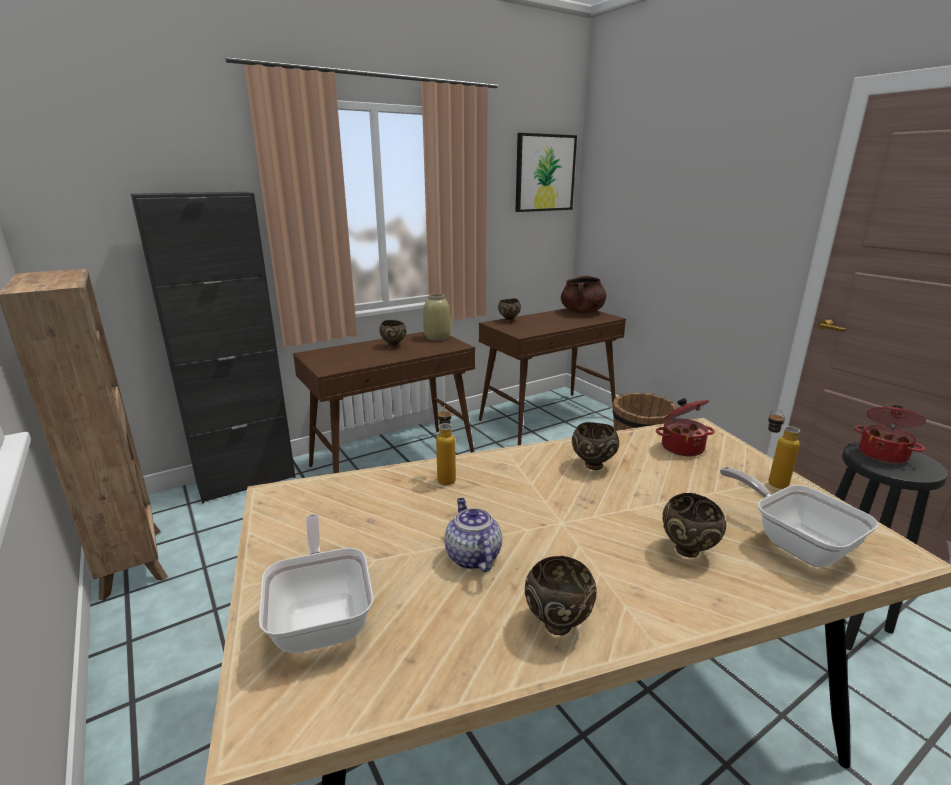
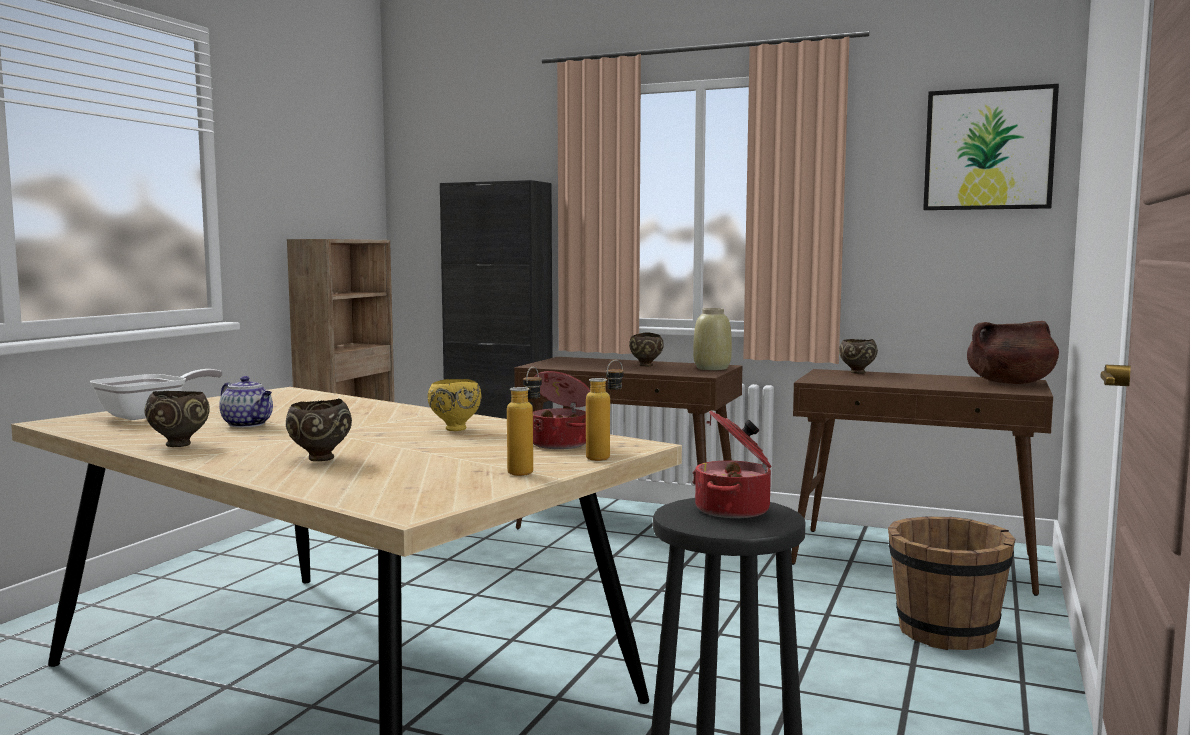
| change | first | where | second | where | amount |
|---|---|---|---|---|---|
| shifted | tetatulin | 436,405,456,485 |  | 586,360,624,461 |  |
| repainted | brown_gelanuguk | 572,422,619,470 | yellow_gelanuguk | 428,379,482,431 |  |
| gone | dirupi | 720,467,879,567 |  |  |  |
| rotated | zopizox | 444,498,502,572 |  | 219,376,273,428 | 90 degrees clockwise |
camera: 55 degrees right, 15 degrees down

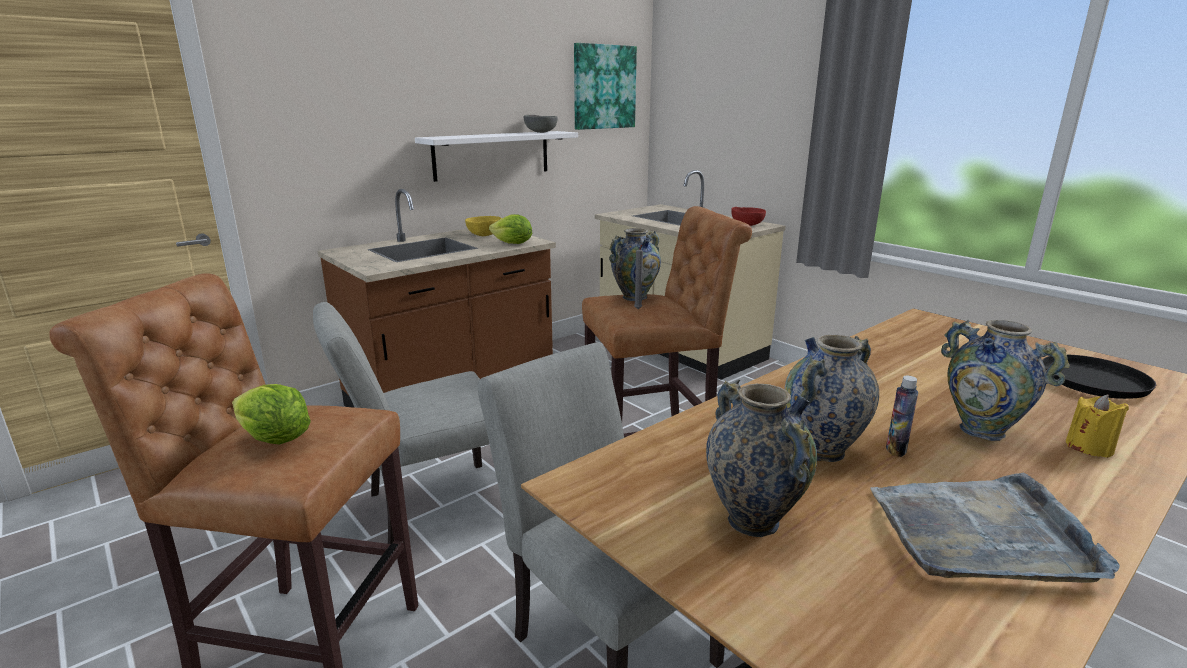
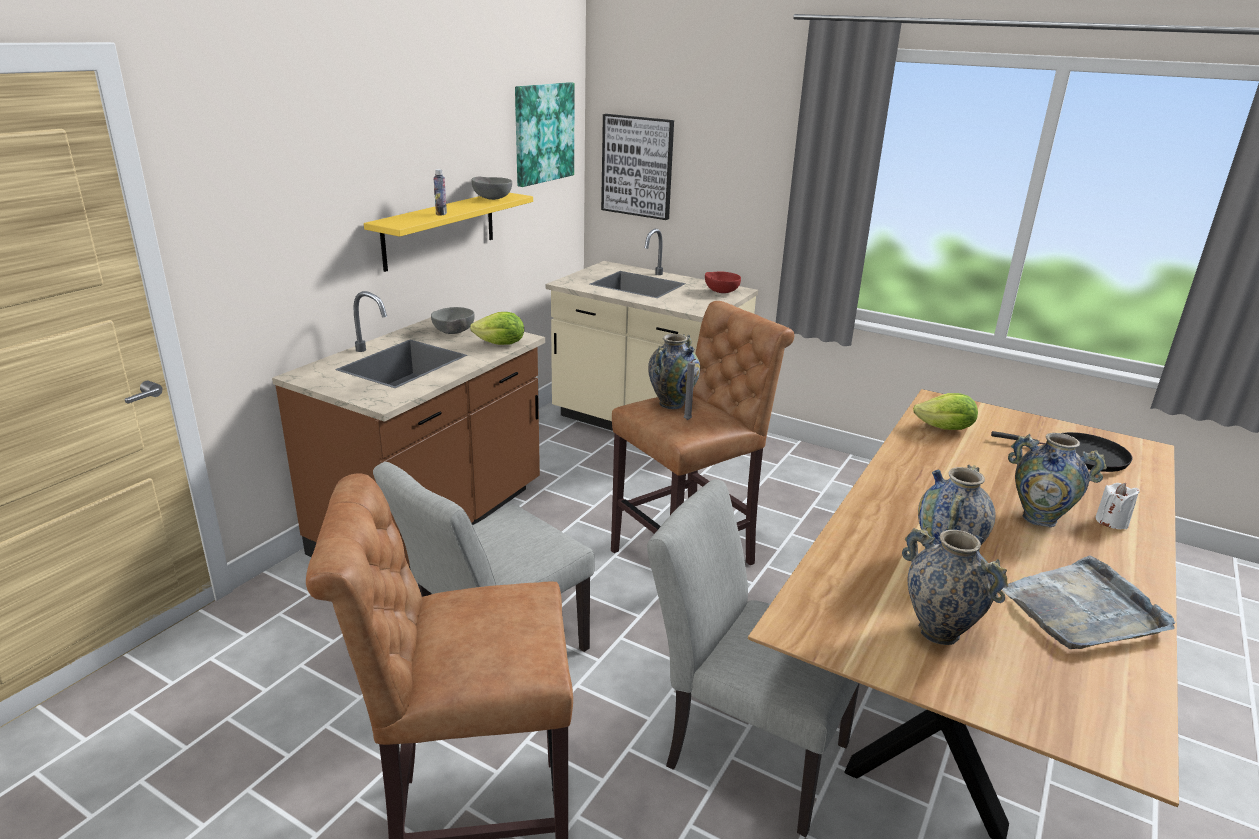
| change | first | where | second | where | amount |
|---|---|---|---|---|---|
| repainted | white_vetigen | 415,131,578,182 | yellow_vetigen | 364,193,533,272 |  |
| repainted | yellow_gelanuguk | 465,216,502,236 | grey_gelanuguk | 431,307,475,334 |  |
| shifted | tetatulin | 886,376,918,457 |  | 434,169,447,216 |  |
| shifted | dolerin | 232,384,311,444 |  | 913,393,978,430 |  |
| repainted | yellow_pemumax | 1066,394,1129,458 | white_pemumax | 1095,483,1139,529 |  |
| new |  |  | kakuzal | 601,114,674,220 |  |
camera: 20 degrees left, 5 degrees up

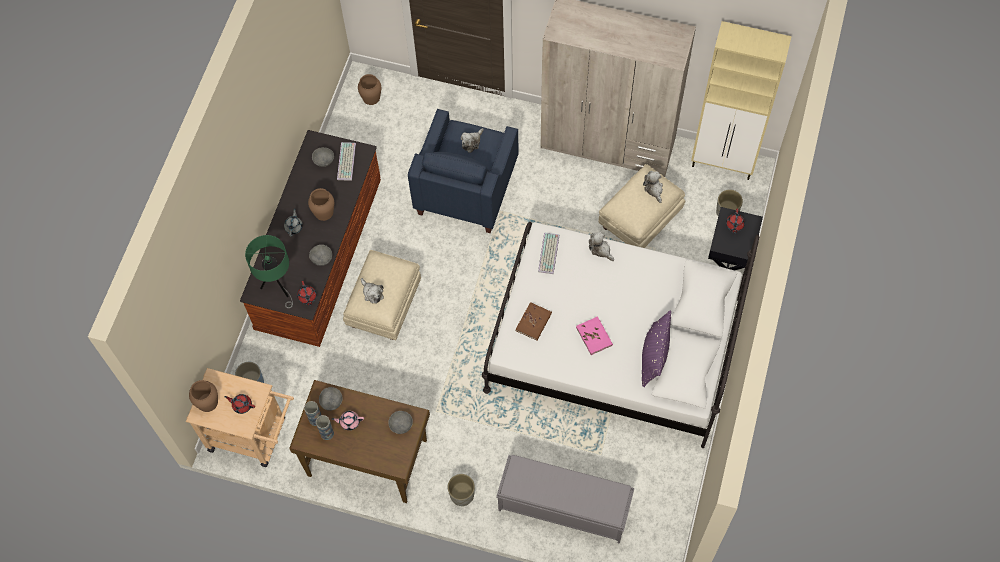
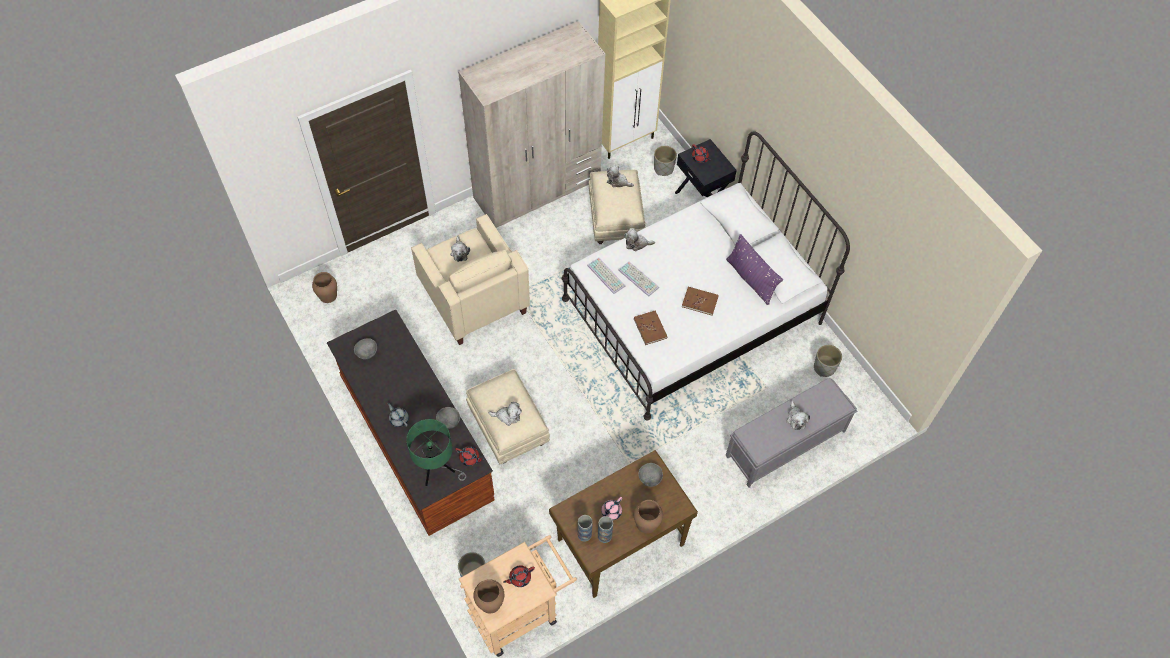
| change | first | where | second | where | amount |
|---|---|---|---|---|---|
| repainted | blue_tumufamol | 408,109,519,233 | beige_tumufamol | 411,214,530,345 |  |
| shifted | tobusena | 337,142,356,181 |  | 618,261,659,297 |  |
| shifted | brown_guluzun | 308,188,334,221 |  | 634,500,663,534 |  |
| repainted | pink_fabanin | 576,316,613,355 | brown_fabanin | 682,287,719,316 |  |
| gone | grey_gelanuguk | 319,387,343,411 |  |  |  |
| shifted | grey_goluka | 448,474,475,506 |  | 814,345,842,377 |  |
| new |  |  | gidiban | 786,400,810,430 |  |
camera: 50 degrees left, 5 degrees down

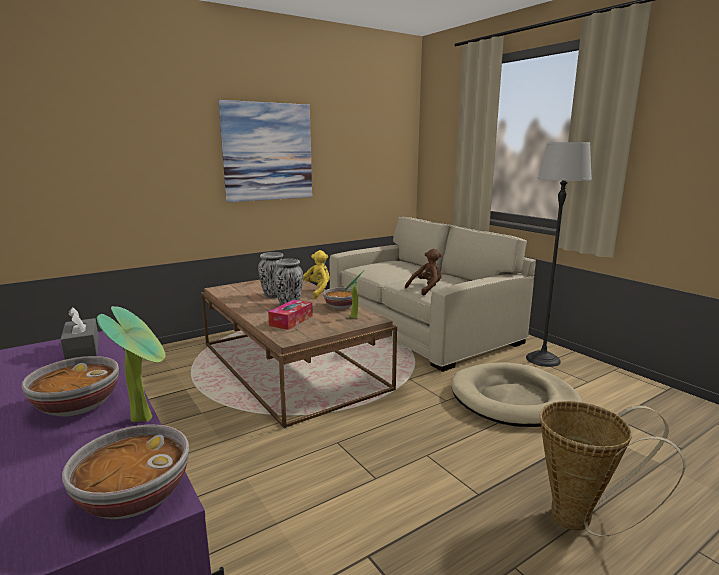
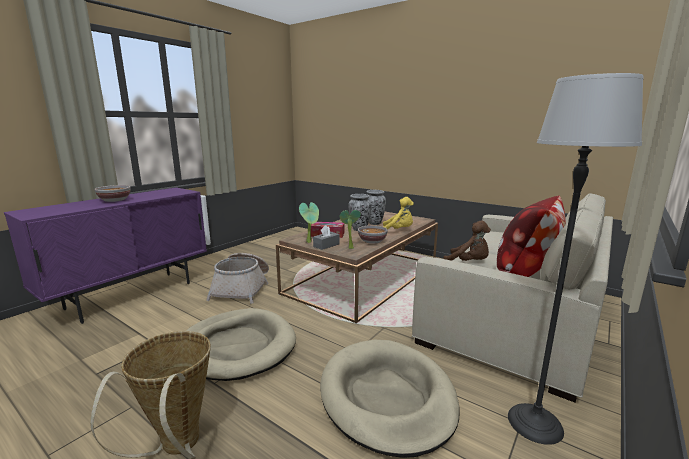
| change | first | where | second | where | amount |
|---|---|---|---|---|---|
| gone | kakuzal | 219,100,312,202 |  |  |  |
| shifted | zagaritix | 97,306,166,422 |  | 299,202,319,243 |  |
| shifted | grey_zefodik | 60,307,99,360 |  | 313,225,340,250 |  |
| gone | gelanuguk | 62,425,189,519 |  |  |  |
| new |  |  | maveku | 497,196,566,277 |  |
| new |  |  | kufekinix | 206,253,269,304 |  |
| new |  |  | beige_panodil | 186,308,296,381 |  |
camera: 70 degrees right, 0 degrees up

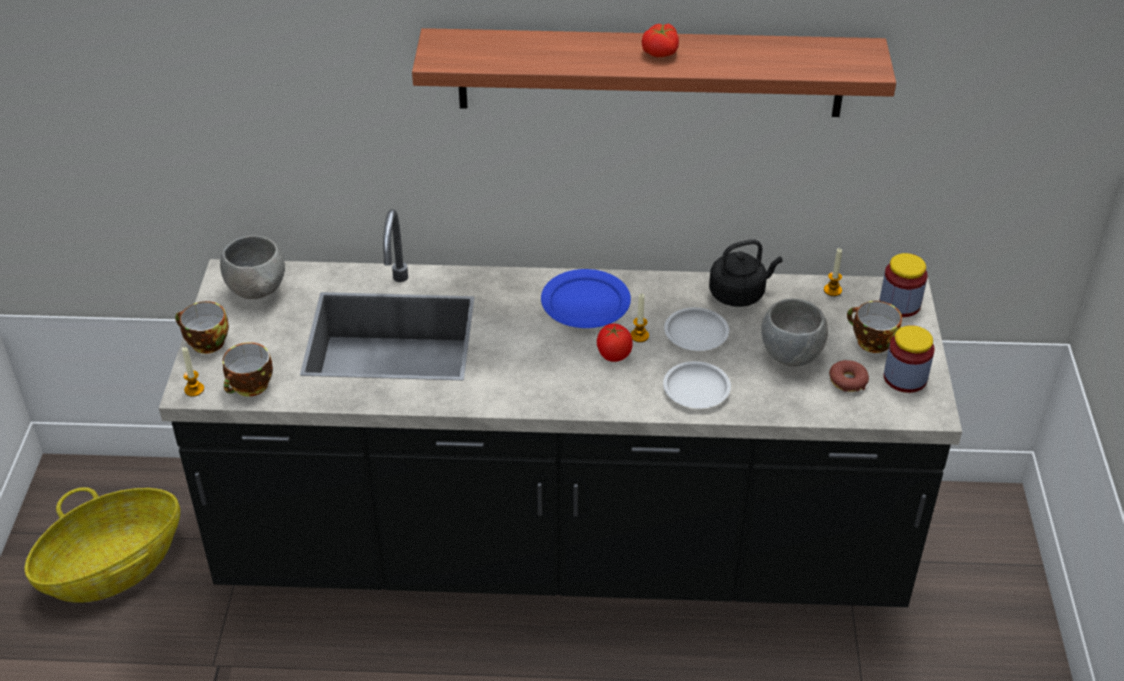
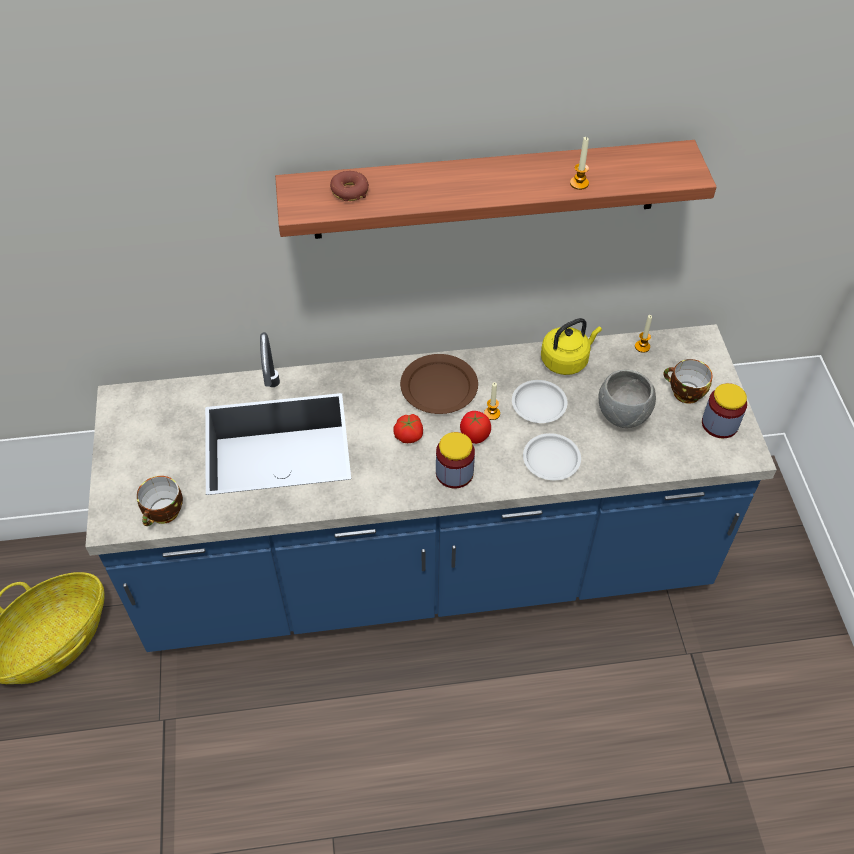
| change | first | where | second | where | amount |
|---|---|---|---|---|---|
| shifted | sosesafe | 642,24,679,57 |  | 393,414,423,443 |  |
| repainted | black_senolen | 159,209,962,607 | blue_senolen | 85,324,777,652 |  |
| gone | grey_gelanuguk | 220,235,285,299 |  |  |  |
| repainted | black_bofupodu | 709,239,782,307 | yellow_bofupodu | 541,318,602,375 |  |
| shifted | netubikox | 880,253,928,317 |  | 436,432,475,488 |  |
| repainted | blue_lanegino | 541,269,631,328 | brown_lanegino | 400,354,478,414 |  |
| gone | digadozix | 175,301,229,354 |  |  |  |
| shifted | pemumax | 182,347,204,397 |  | 570,137,589,190 |  |
| shifted | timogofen | 829,360,869,392 |  | 330,171,369,201 |  |
camera: 10 degrees left, 10 degrees up

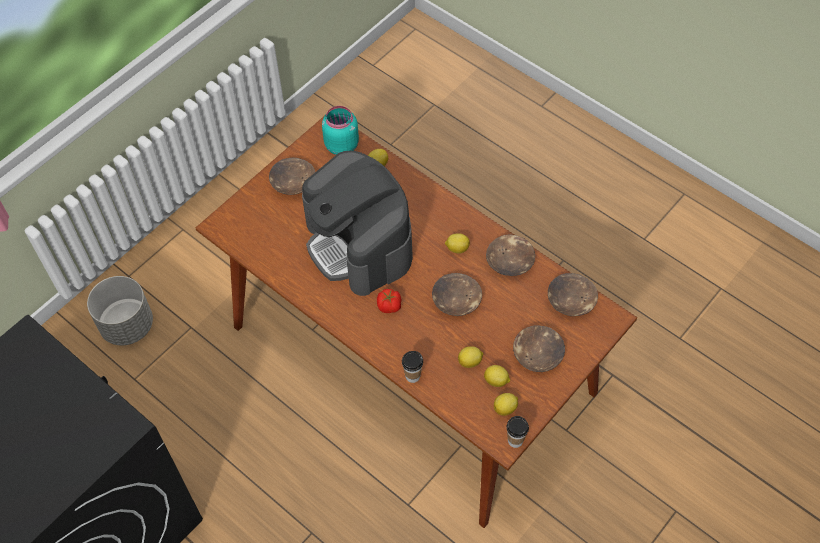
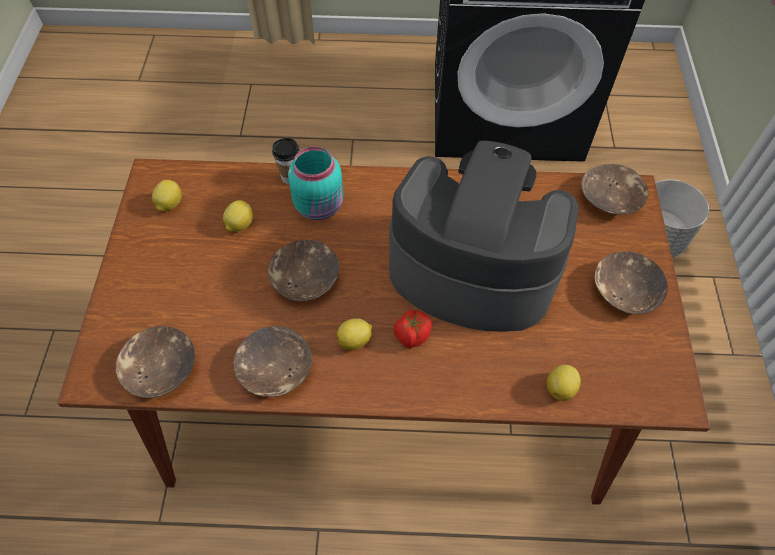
| change | first | where | second | where | amount |
|---|---|---|---|---|---|
| shifted | turquoise_netubikox | 322,106,359,155 |  | 288,146,343,220 |  |
| shifted | sosesafe | 377,289,401,313 |  | 394,310,432,348 |  |
| shifted | brown_gelanuguk | 513,325,565,372 |  | 581,164,648,215 |  |
| gone | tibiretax | 484,365,510,387 |  |  |  |
| gone | digadozix | 507,416,529,448 |  |  |  |
camera: 140 degrees right, 0 degrees up

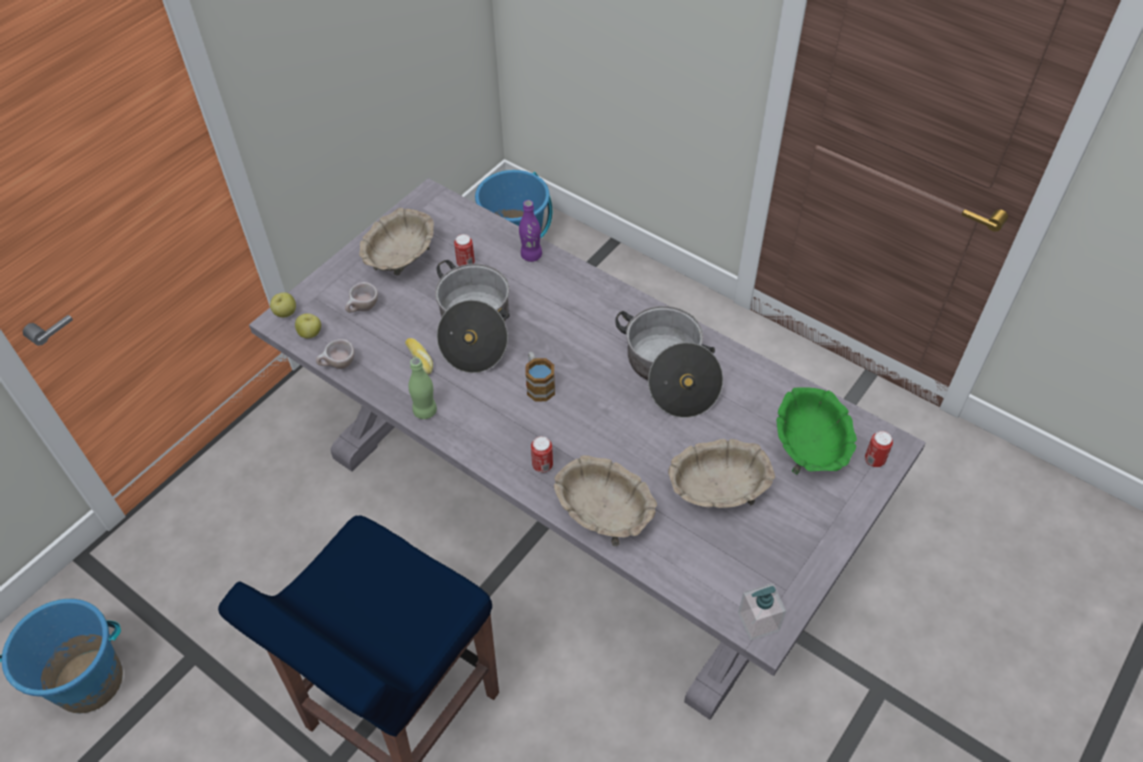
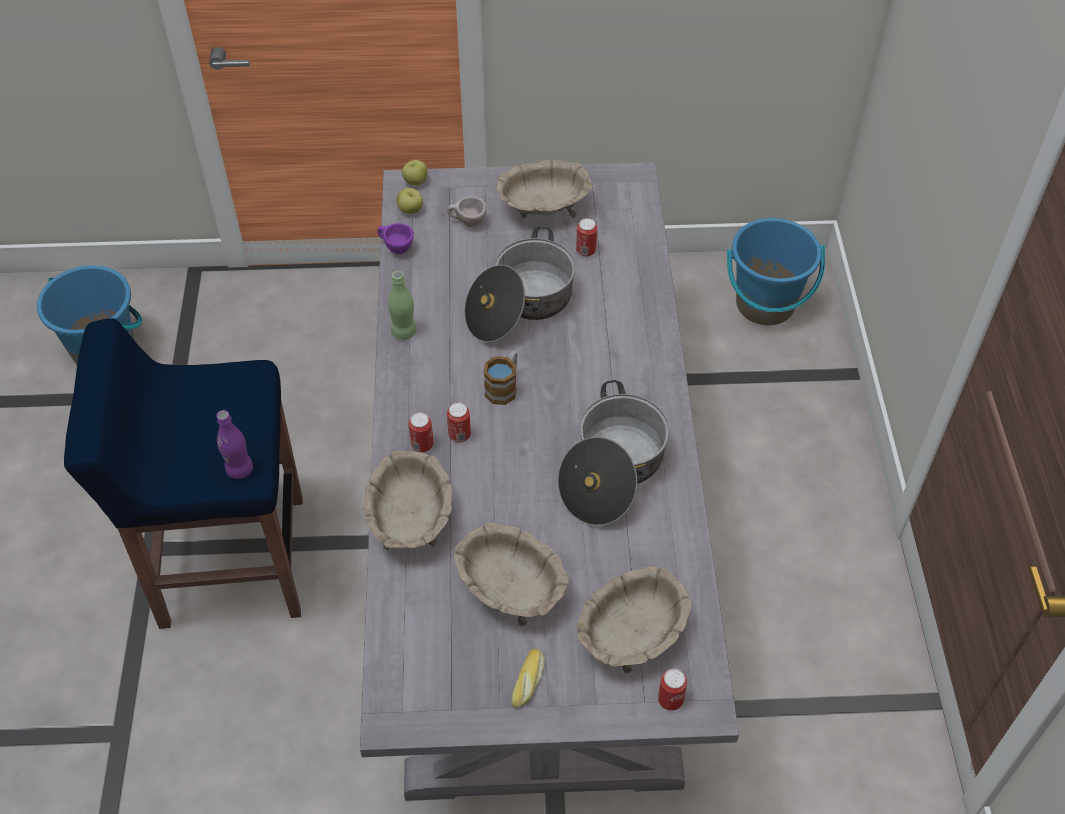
| change | first | where | second | where | amount |
|---|---|---|---|---|---|
| shifted | purple_tetatulin | 519,200,542,262 |  | 216,410,253,479 |  |
| shifted | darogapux | 405,338,433,375 |  | 511,649,545,708 |  |
| repainted | beige_digadozix | 316,339,354,369 | purple_digadozix | 377,223,414,254 |  |
| repainted | green_gelanuguk | 777,387,857,474 | beige_gelanuguk | 576,566,692,673 |  |
| gone | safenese | 738,583,786,640 |  |  |  |
| new |  |  | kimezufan | 447,402,471,442 |  |
camera: 50 degrees right, 0 degrees up

